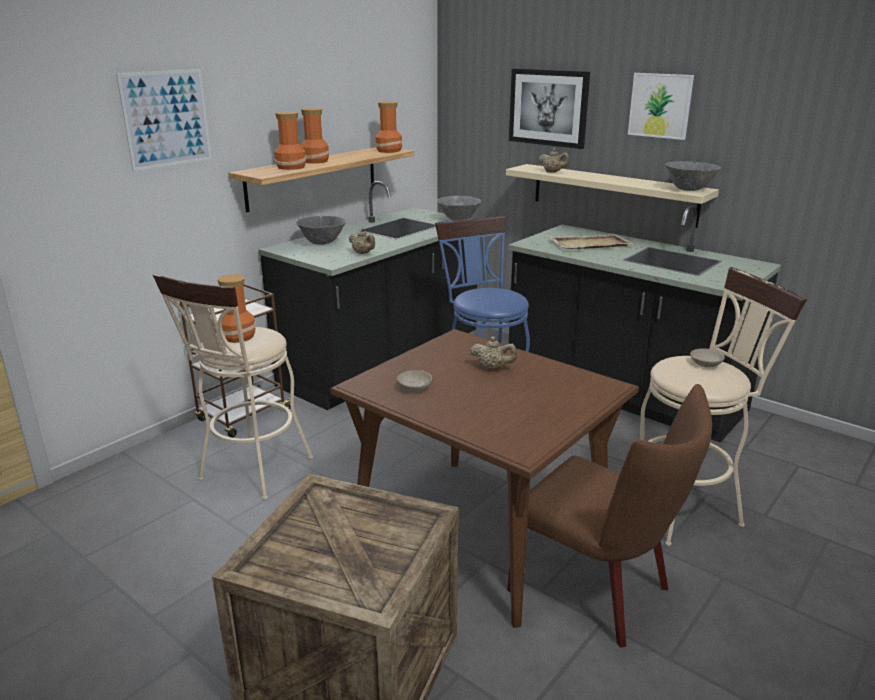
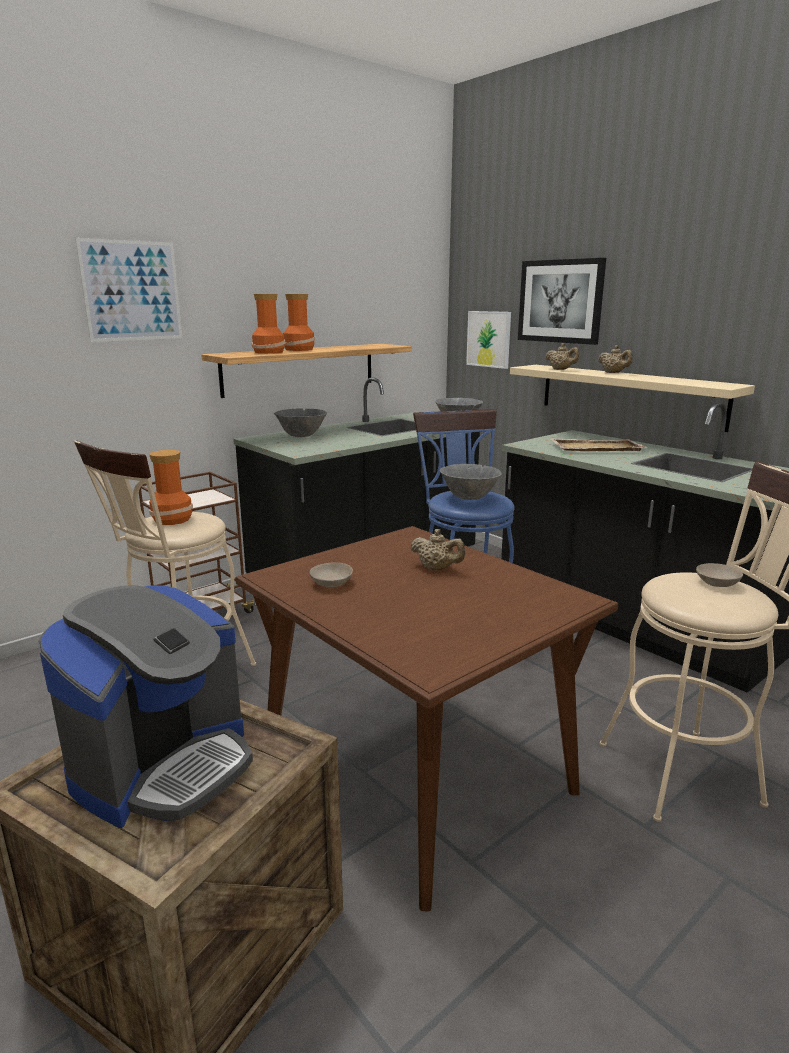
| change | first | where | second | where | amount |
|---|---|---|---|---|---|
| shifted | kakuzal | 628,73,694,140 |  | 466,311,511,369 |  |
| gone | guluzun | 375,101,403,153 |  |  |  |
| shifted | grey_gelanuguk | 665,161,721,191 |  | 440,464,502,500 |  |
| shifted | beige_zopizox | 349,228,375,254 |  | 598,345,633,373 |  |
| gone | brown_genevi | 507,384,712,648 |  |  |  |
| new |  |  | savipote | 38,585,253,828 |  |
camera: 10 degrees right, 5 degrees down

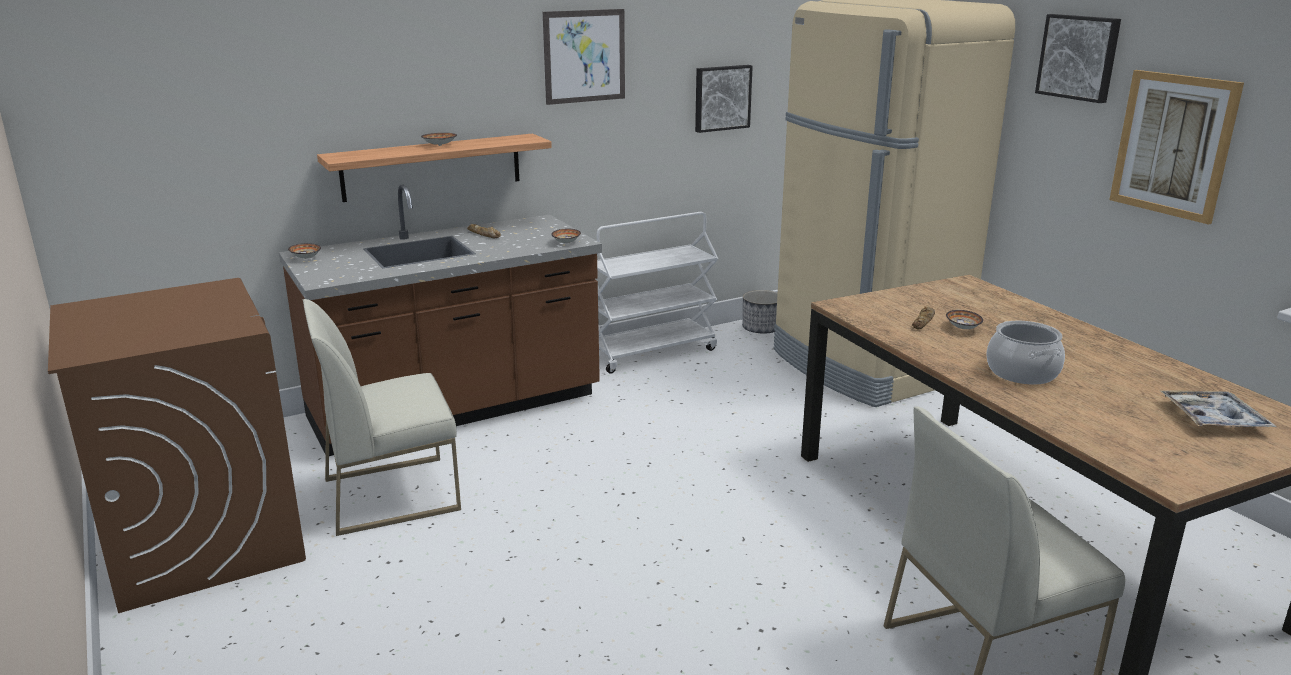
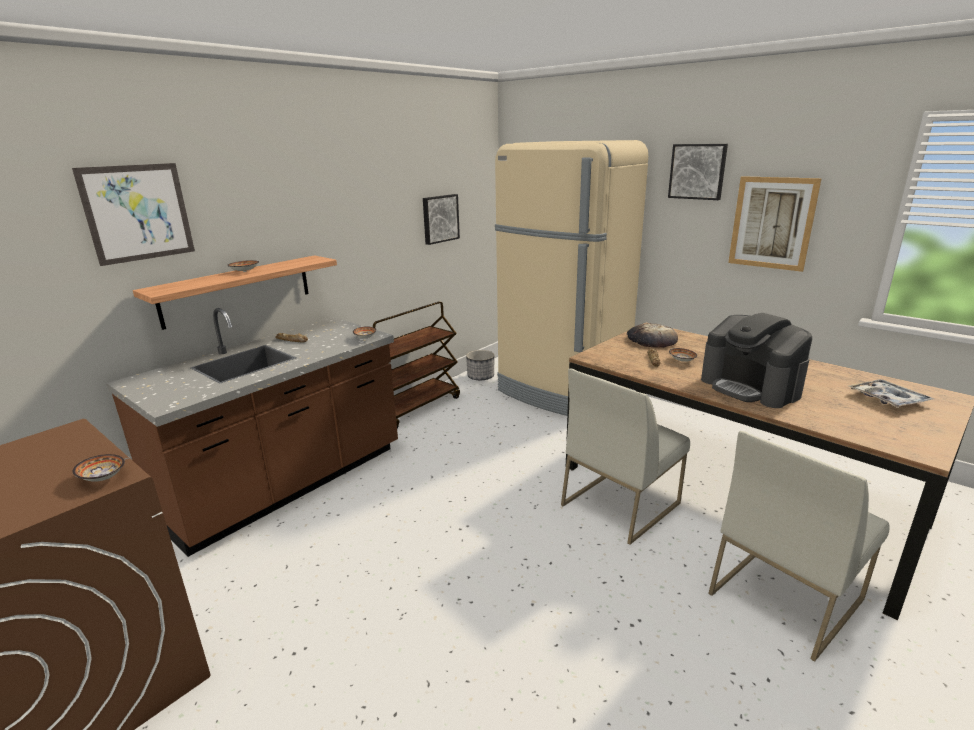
| change | first | where | second | where | amount |
|---|---|---|---|---|---|
| shifted | kakuzal | 543,9,625,105 |  | 72,163,195,266 |  |
| repainted | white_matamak | 595,212,718,374 | brown_matamak | 373,301,460,428 |  |
| shifted | gelanuguk | 288,243,321,259 |  | 73,454,125,482 |  |
| shifted | white_genevi | 303,299,461,536 |  | 561,369,690,545 |  |
| swapped | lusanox | 986,321,1065,385 | savipote | 701,313,812,408 |  |
| new |  |  | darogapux | 627,323,678,348 |  |
camera: 20 degrees left, 0 degrees up

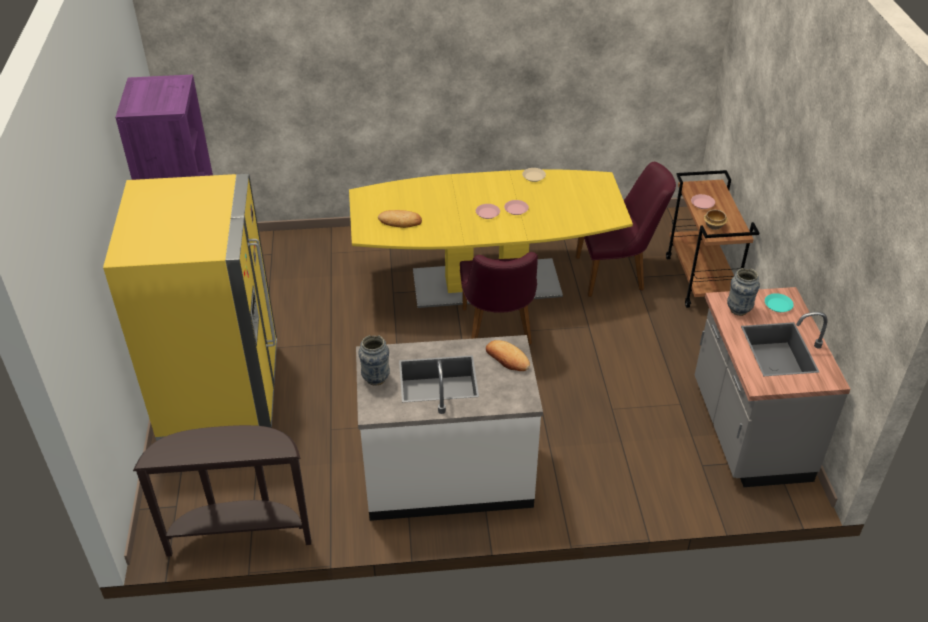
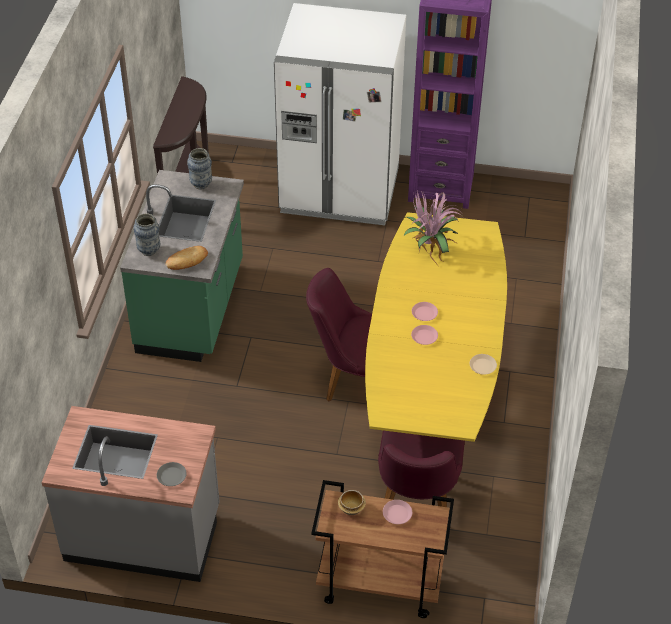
| change | first | where | second | where | amount |
|---|---|---|---|---|---|
| repainted | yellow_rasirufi | 103,174,277,441 | white_rasirufi | 274,3,406,225 |  |
| swapped | darogapux | 378,210,422,228 | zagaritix | 404,190,463,268 |  |
| shifted | guluzun | 727,268,760,316 |  | 133,213,160,256 |  |
| repainted | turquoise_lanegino | 765,293,794,312 | grey_lanegino | 157,462,187,486 |  |
| repainted | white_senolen | 356,335,543,521 | green_senolen | 120,170,244,362 |  |
camera: 105 degrees right, 5 degrees up

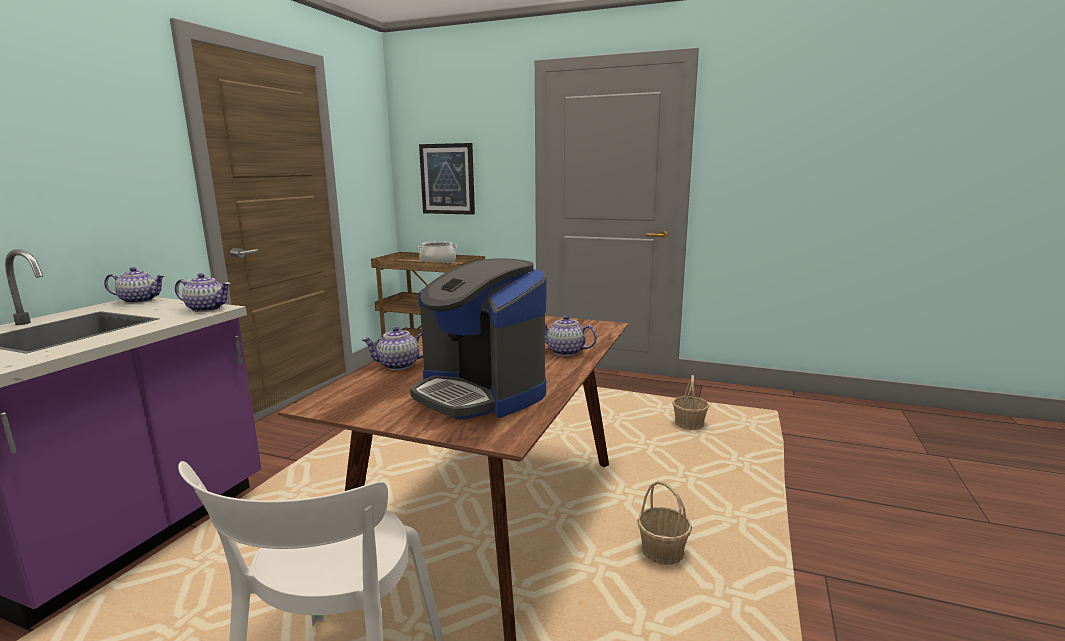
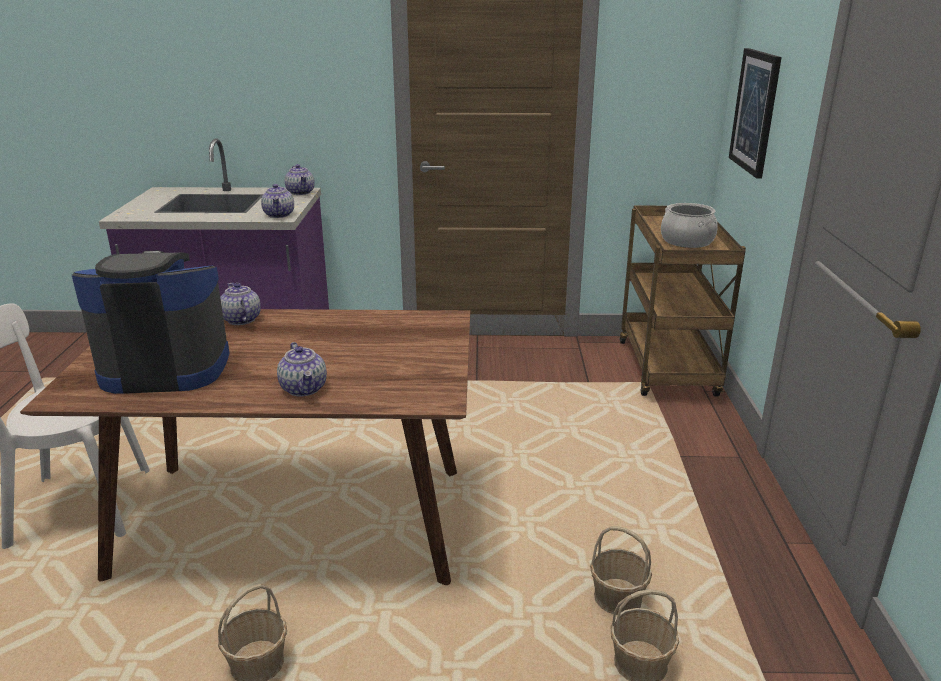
| change | first | where | second | where | amount |
|---|---|---|---|---|---|
| rotated | savipote | 410,258,546,419 |  | 72,251,230,394 | 60 degrees clockwise |
| rotated | zopizox | 545,315,597,356 |  | 277,342,327,397 | 150 degrees clockwise |
| new |  |  | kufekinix | 590,526,652,615 |  |
camera: 70 degrees right, 10 degrees up

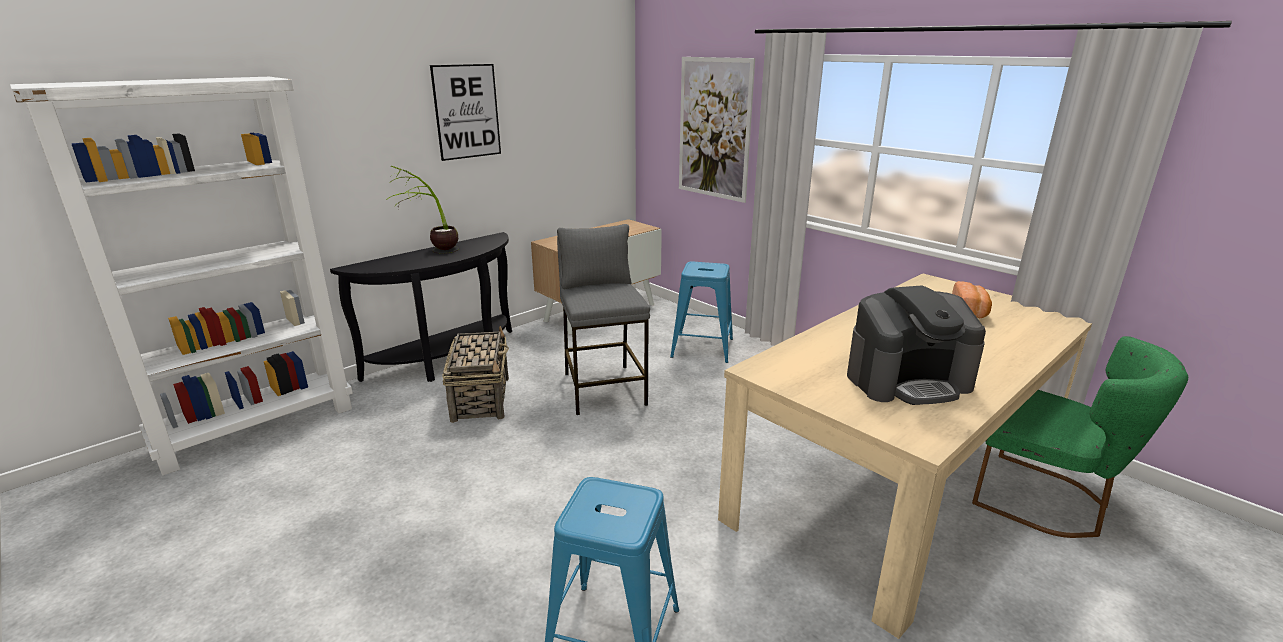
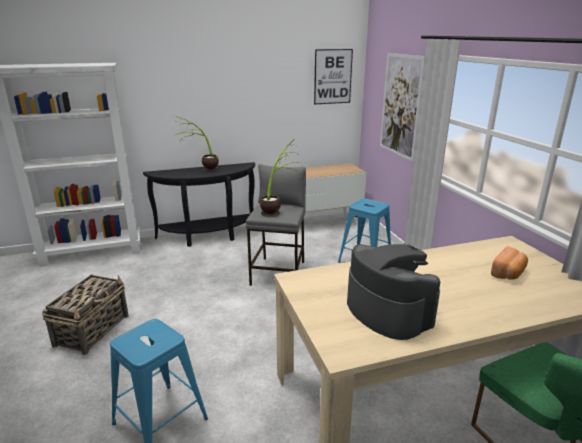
| change | first | where | second | where | amount |
|---|---|---|---|---|---|
| shifted | kakuzal | 430,64,501,161 |  | 314,49,353,104 |  |
| rotated | savipote | 847,285,986,405 |  | 347,244,440,340 | 135 degrees counterclockwise |
| shifted | kufekinix | 442,326,509,423 |  | 42,274,128,355 |  |
| new |  |  | zagaritix | 260,139,300,217 |  |
camera: 25 degrees right, 0 degrees up

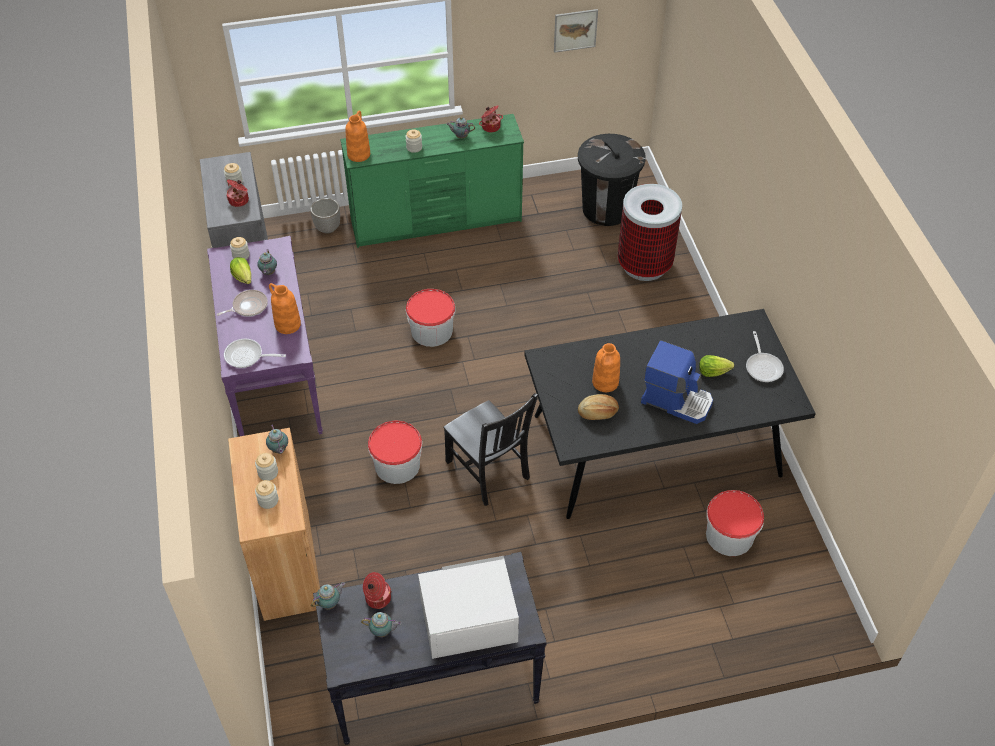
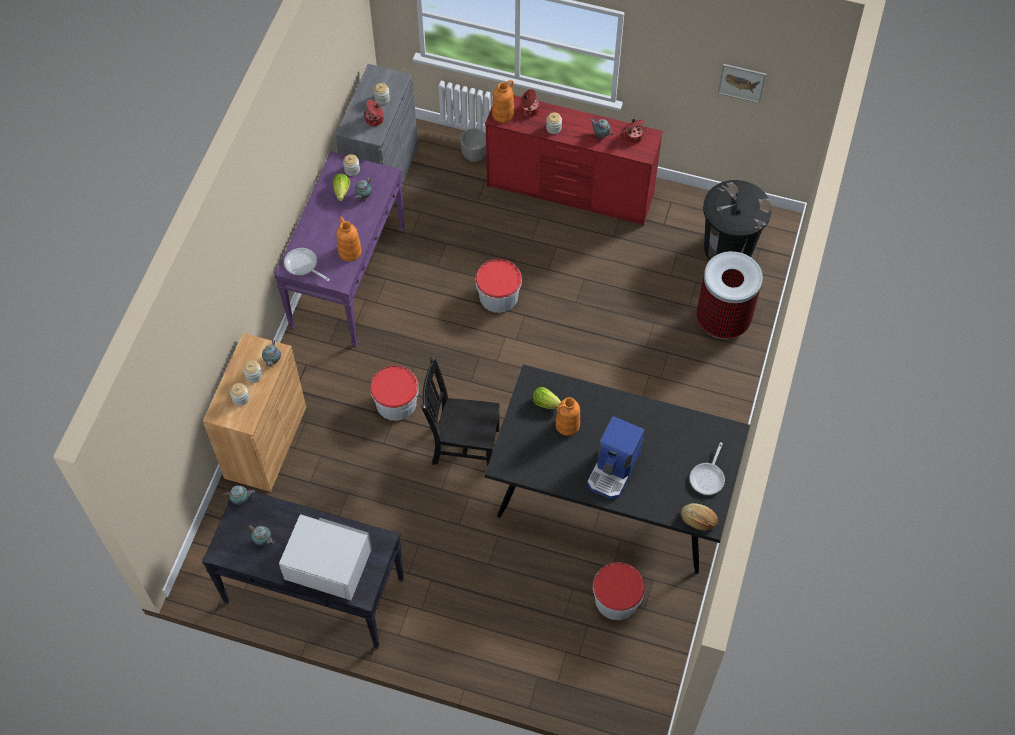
| change | first | where | second | where | amount |
|---|---|---|---|---|---|
| repainted | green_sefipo | 340,114,524,248 | red_sefipo | 485,95,663,226 |  |
| gone | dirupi | 217,290,268,317 |  |  |  |
| rotated | savipote | 641,340,713,424 |  | 587,416,644,499 | 60 degrees clockwise |
| shifted | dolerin | 699,355,734,377 |  | 532,387,561,409 |  |
| rotated | black_genevi | 444,393,538,506 |  | 421,357,500,466 | 105 degrees clockwise |
| shifted | darogapux | 578,394,619,420 |  | 681,503,718,531 |  |
| shifted | lusanox | 363,572,392,609 |  | 521,89,540,117 |  |
camera: 30 degrees right, 10 degrees up

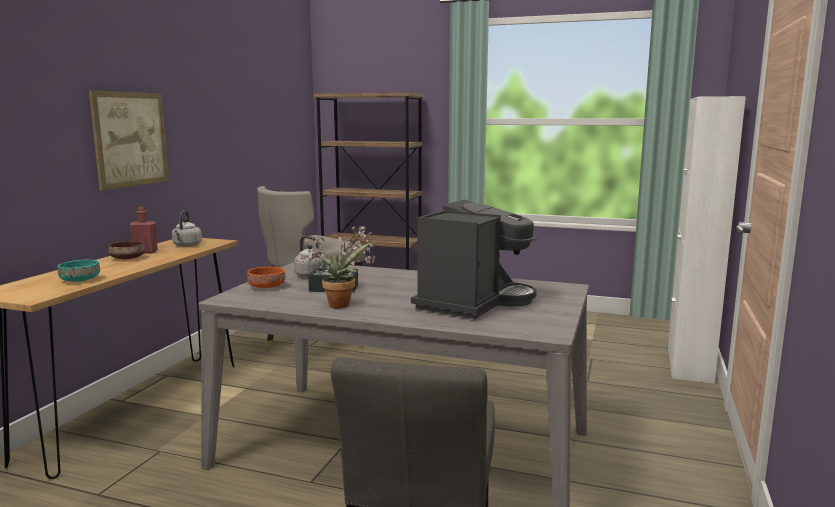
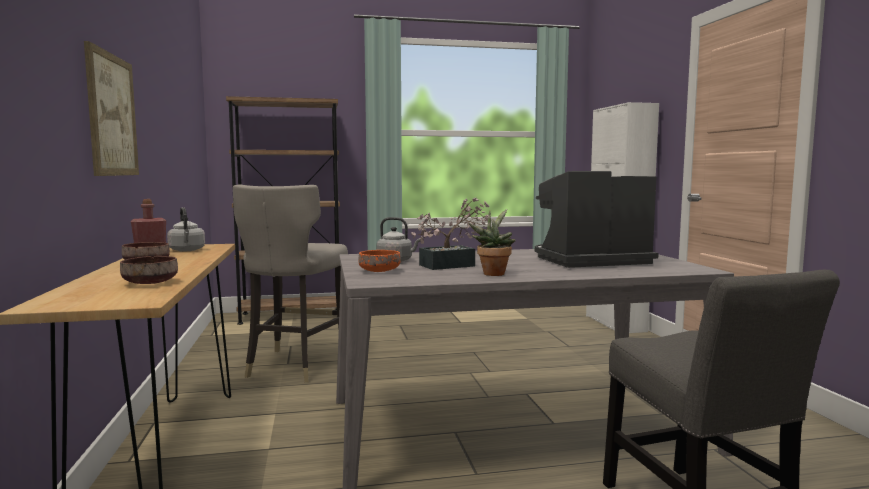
| change | first | where | second | where | amount |
|---|---|---|---|---|---|
| rotated | savipote | 411,199,538,319 |  | 535,171,659,268 | 105 degrees counterclockwise |
| repainted | turquoise_gelanuguk | 57,259,100,282 | brown_gelanuguk | 120,256,178,284 |  |
camera: 30 degrees left, 5 degrees down

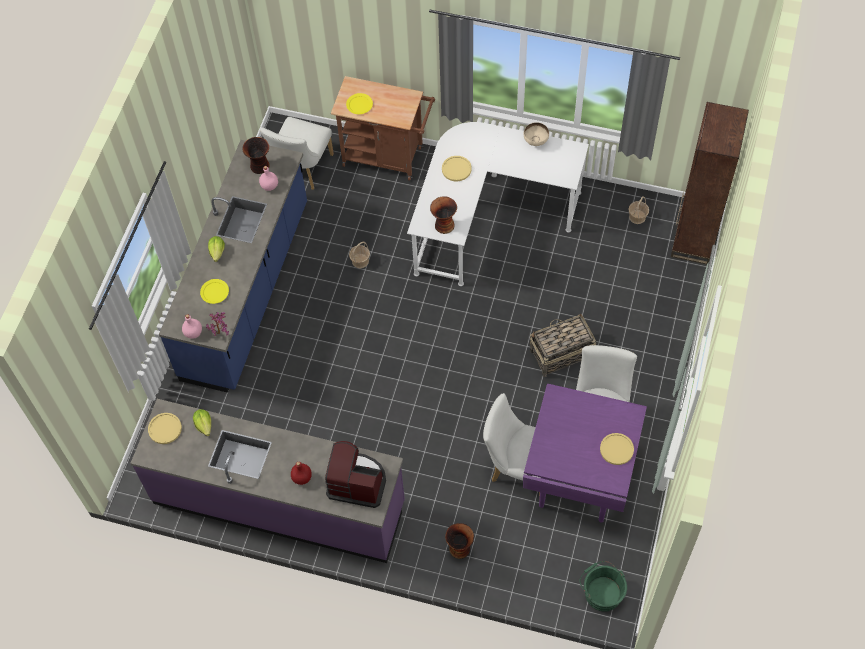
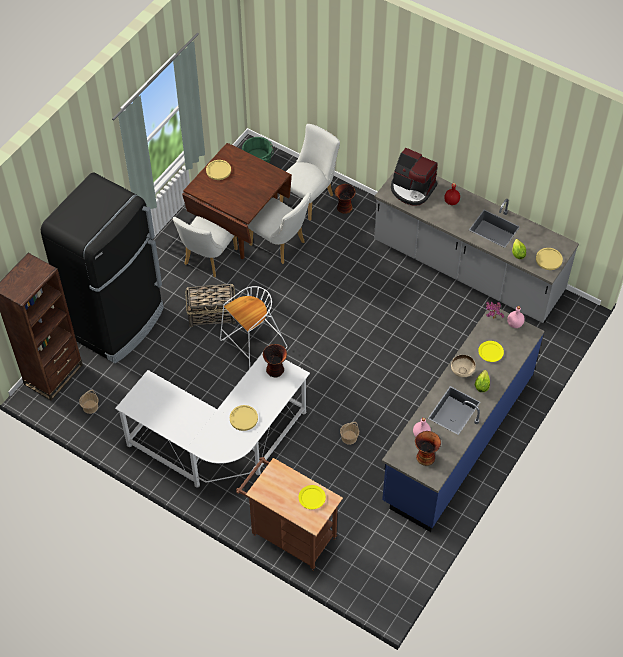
| change | first | where | second | where | amount |
|---|---|---|---|---|---|
| shifted | white_genevi | 260,117,334,190 |  | 280,124,340,221 |  |
| shifted | beige_gelanuguk | 524,122,549,146 |  | 451,355,476,377 |  |
| repainted | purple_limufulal | 523,384,647,522 | brown_limufulal | 182,143,292,259 |  |
| repainted | purple_senolen | 130,399,405,563 | grey_senolen | 374,171,579,323 |  |
| new |  |  | black_rasirufi | 41,173,164,364 |  |
| new |  |  | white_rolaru | 220,286,287,369 |  |
camera: 165 degrees left, 5 degrees down

